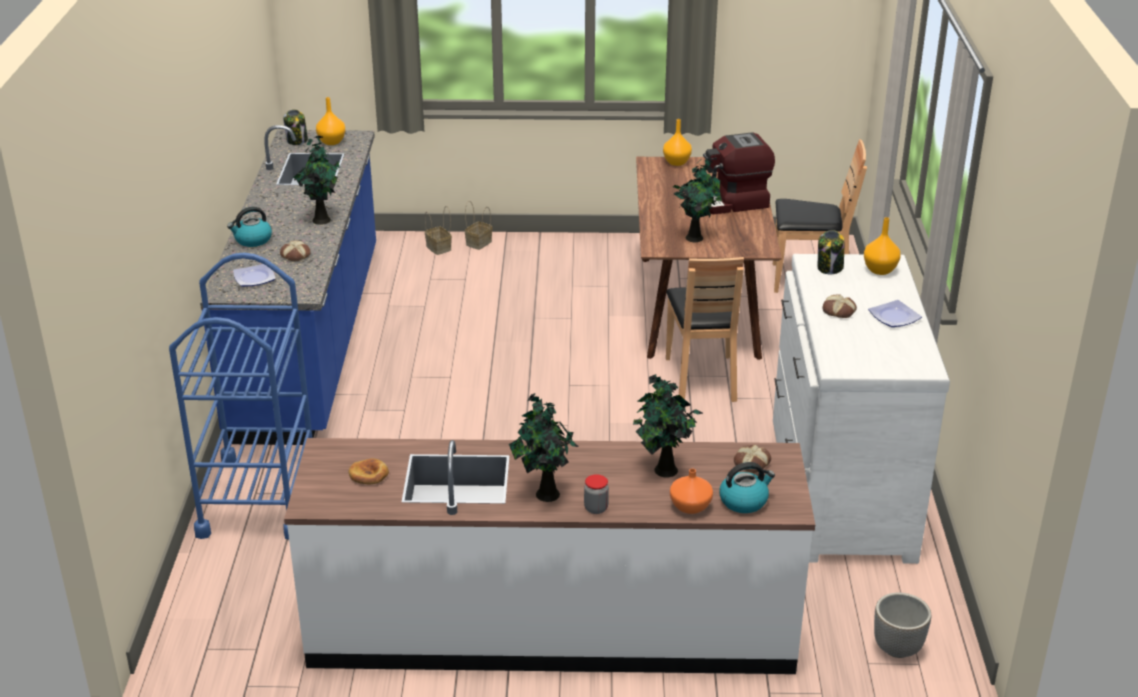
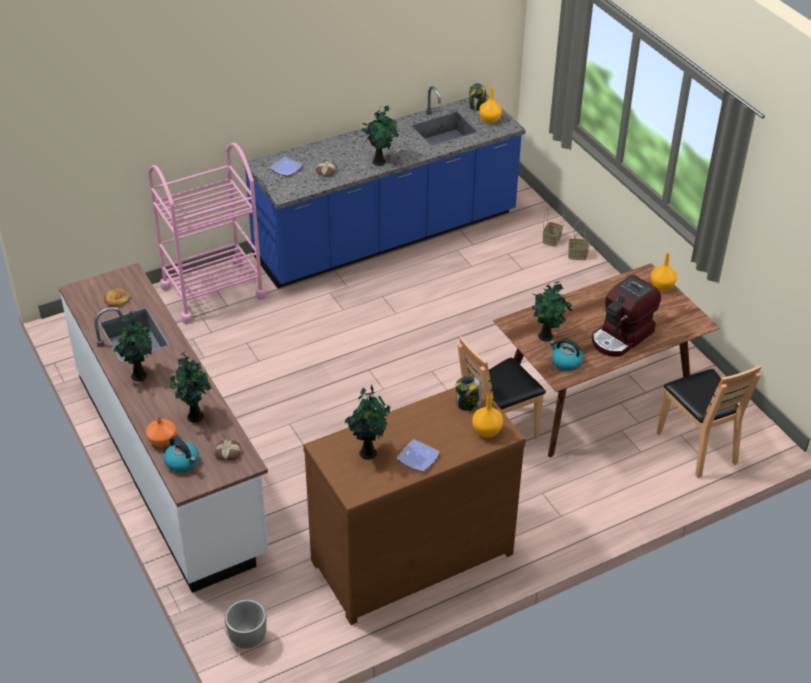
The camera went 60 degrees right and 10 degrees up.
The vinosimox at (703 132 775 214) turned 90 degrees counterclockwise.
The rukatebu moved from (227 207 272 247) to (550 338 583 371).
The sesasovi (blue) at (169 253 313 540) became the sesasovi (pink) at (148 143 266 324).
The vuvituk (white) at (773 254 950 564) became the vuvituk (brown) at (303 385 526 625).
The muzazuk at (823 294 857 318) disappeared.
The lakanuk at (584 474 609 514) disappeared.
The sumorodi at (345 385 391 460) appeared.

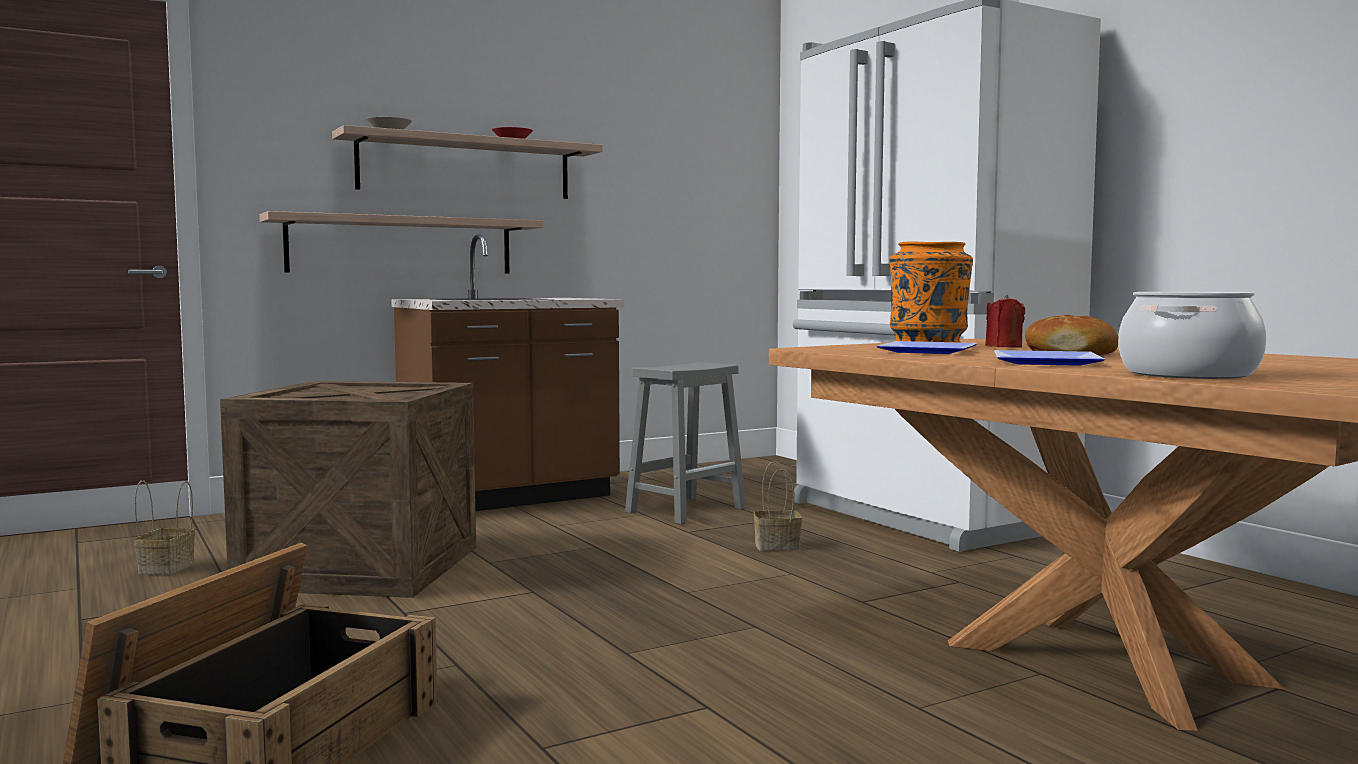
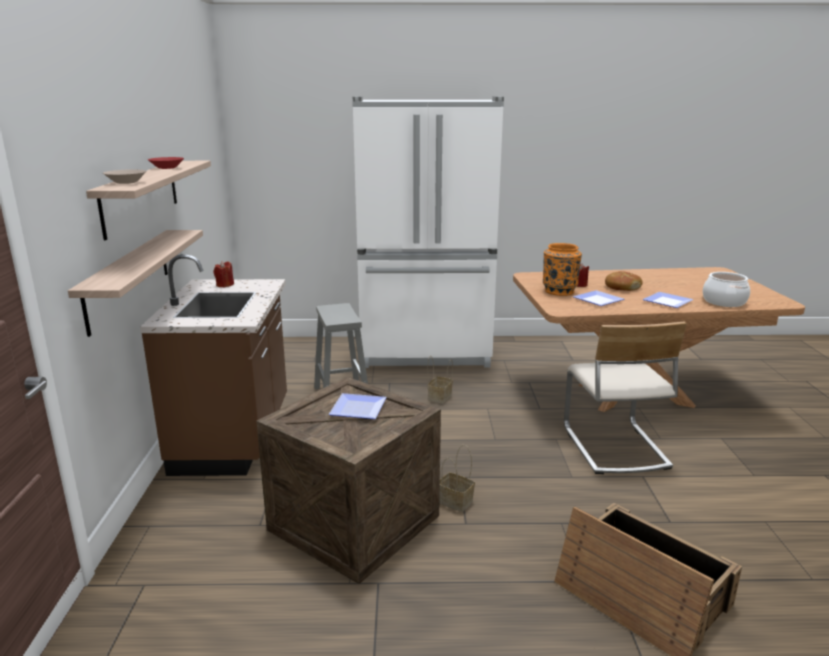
The camera went 60 degrees left and 15 degrees up.
The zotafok moved from (134 480 195 575) to (439 445 475 512).
The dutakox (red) at (214 261 234 287) appeared.
The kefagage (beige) at (564 322 687 474) appeared.
The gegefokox at (329 393 387 419) appeared.

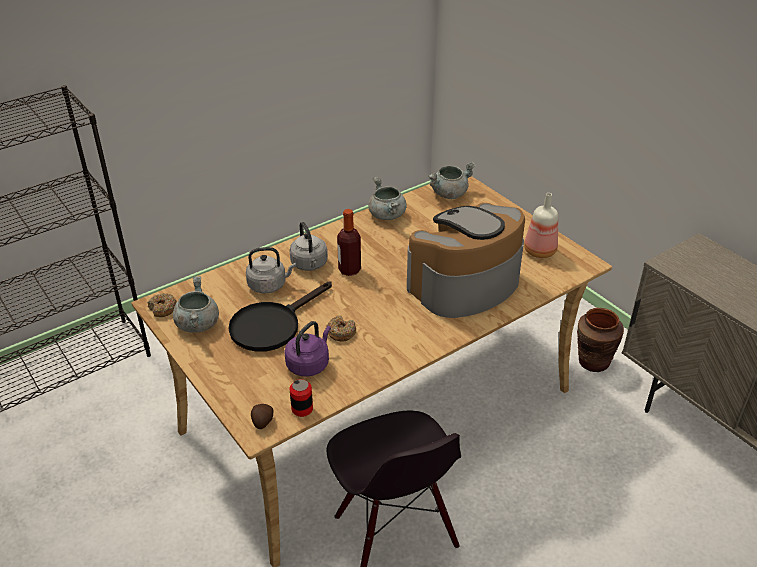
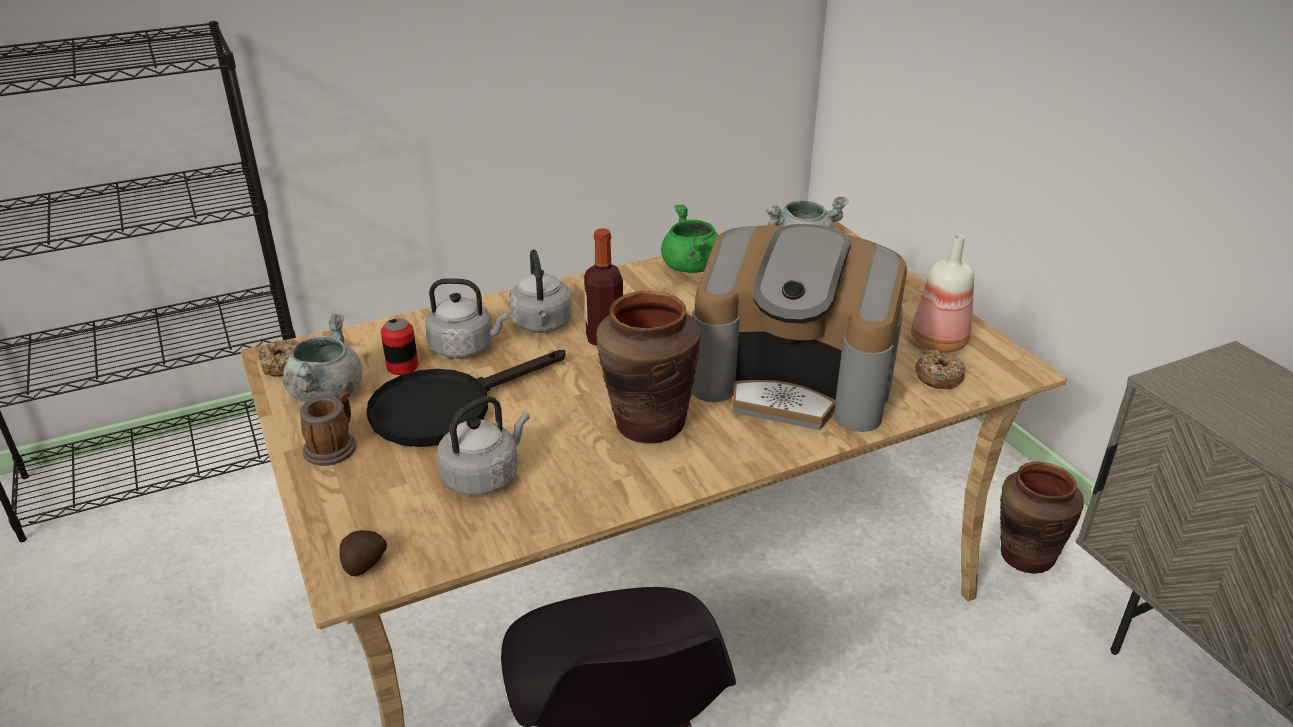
The camera went 10 degrees right and 5 degrees down.
The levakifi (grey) at (368 177 407 220) became the levakifi (green) at (661 204 719 273).
The vinosimox at (407 203 525 318) turned 135 degrees counterclockwise.
The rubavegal moved from (326 316 356 341) to (915 350 965 389).
The rukatebu (purple) at (284 321 331 377) became the rukatebu (grey) at (437 396 529 495).
The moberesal moved from (290 379 313 417) to (381 319 418 375).
The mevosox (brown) at (597 291 701 443) appeared.
The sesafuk at (300 392 356 466) appeared.

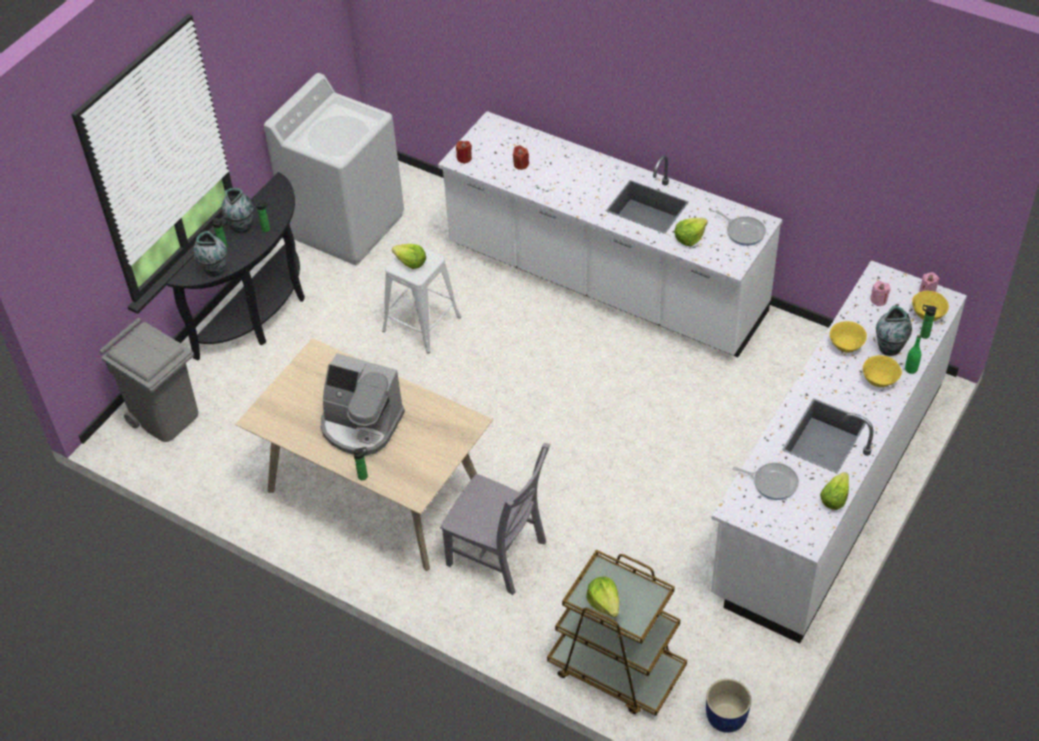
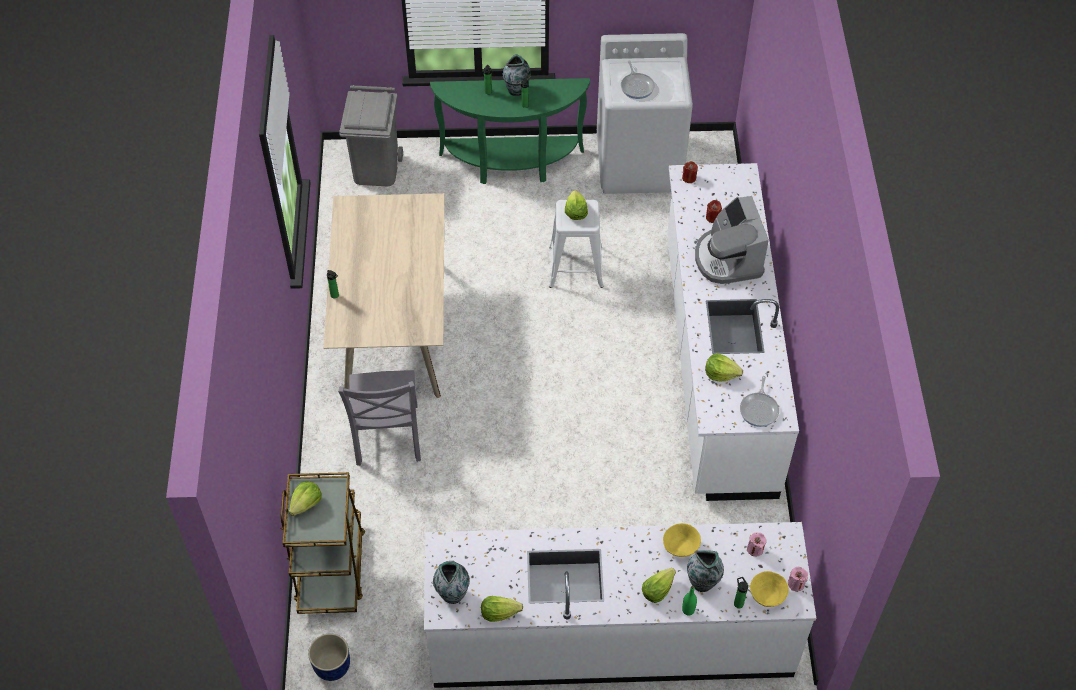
The camera went 55 degrees right and 5 degrees up.
The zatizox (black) at (167 172 305 360) became the zatizox (green) at (430 78 590 184).
The mevosox moved from (194 231 227 277) to (433 561 470 604).
The vinosimox moved from (321 353 405 456) to (695 196 769 284).
The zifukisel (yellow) at (863 355 902 387) was replaced by the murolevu at (642 568 676 603).
The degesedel moved from (733 463 799 500) to (621 60 655 99).

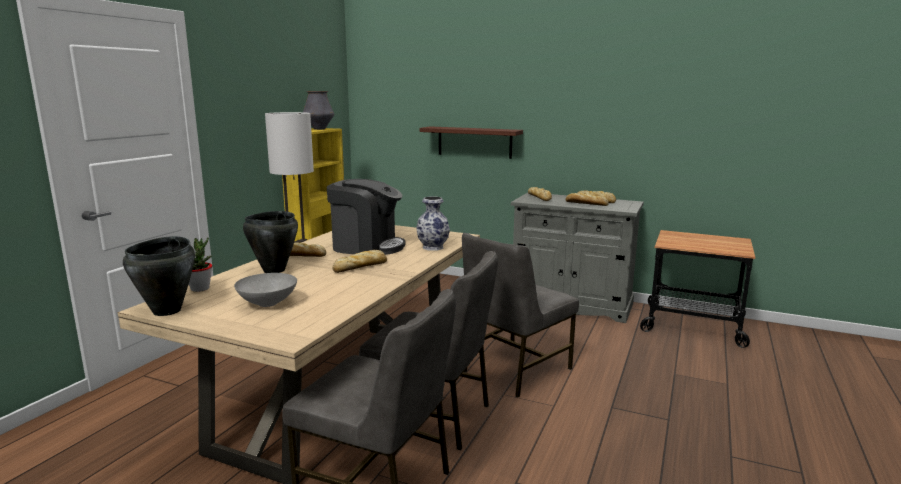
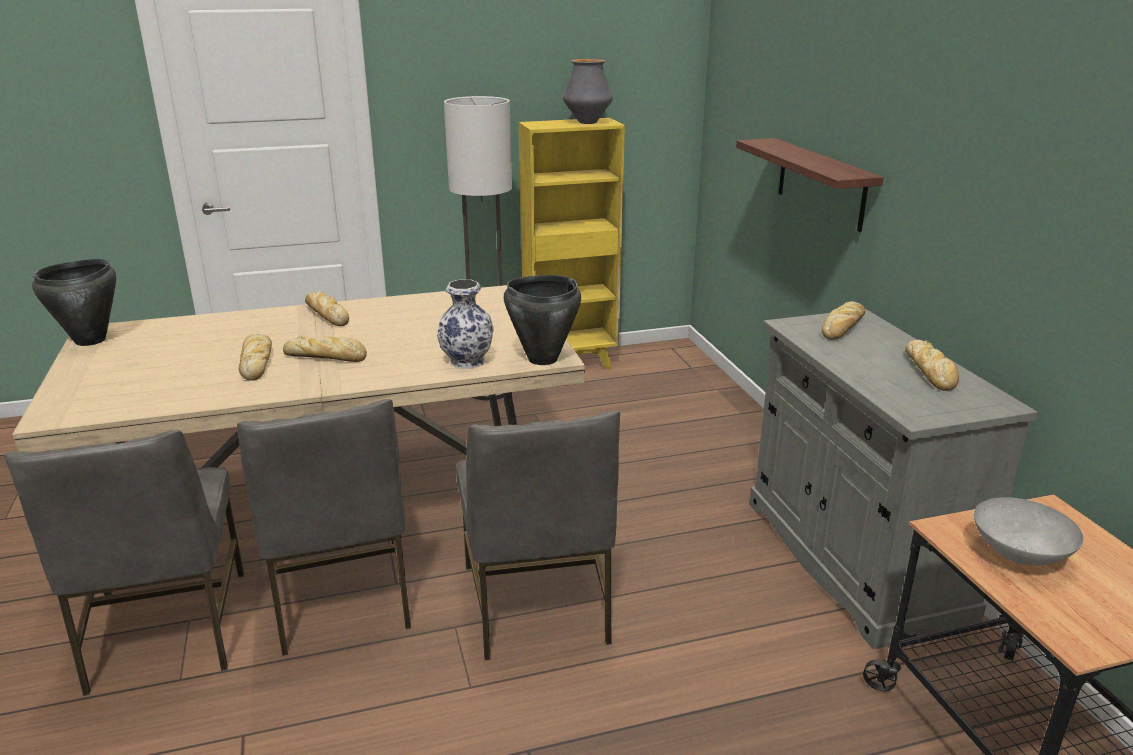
The camera went 50 degrees right and 10 degrees up.
The vinosimox at (327 179 405 255) disappeared.
The muzazuk moved from (566 193 609 206) to (239 334 272 381).
The levakifi (black) moved from (243 211 298 273) to (504 275 581 365).
The kefagage (grey) at (462 233 579 398) turned 105 degrees counterclockwise.
The sumorodi at (189 238 212 292) disappeared.
The zifukisel (grey) moved from (234 273 297 307) to (974 497 1084 566).

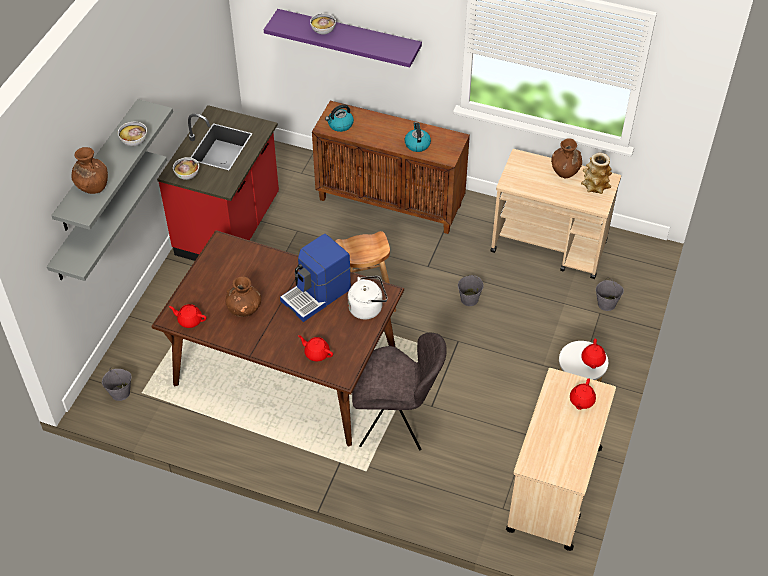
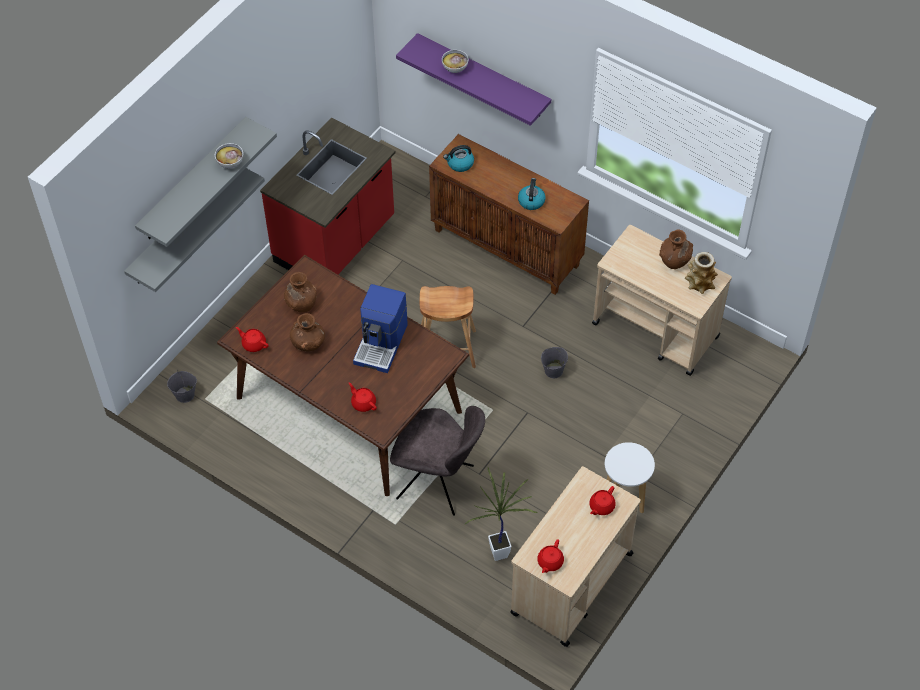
The camera went 15 degrees right and 5 degrees up.
The mevosox (brown) moved from (71 147 108 194) to (284 272 317 313).
The zifukisel at (173 157 199 180) disappeared.
The vinosimox at (280 234 351 322) turned 45 degrees counterclockwise.
The rukatebu (white) at (348 276 388 319) disappeared.
The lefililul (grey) at (596 278 624 311) disappeared.
The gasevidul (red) moved from (581 339 606 369) to (537 539 564 573).
The sumorodi at (465 467 538 561) appeared.

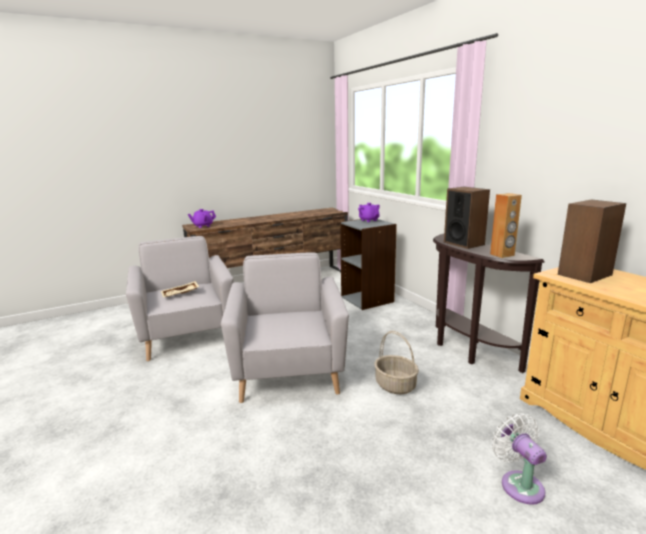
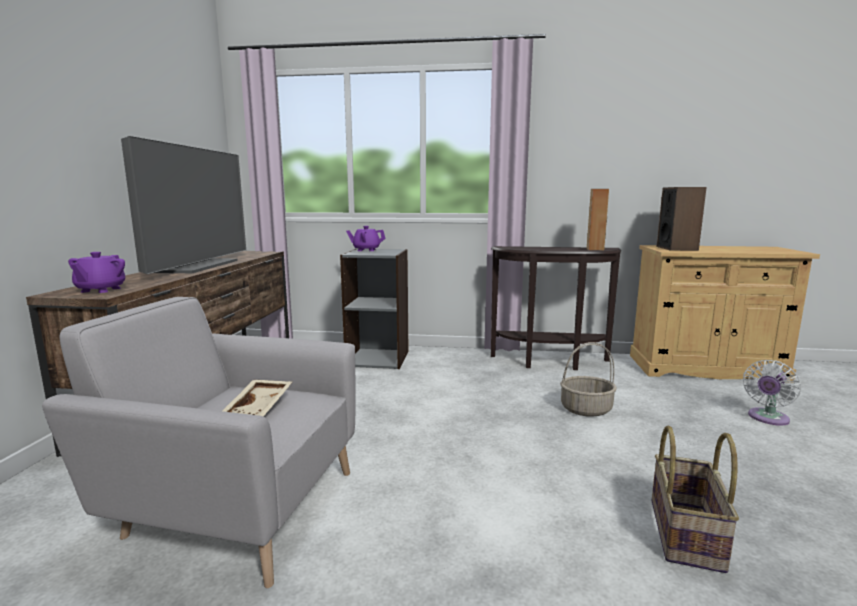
The camera went 55 degrees left and 5 degrees down.
The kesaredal at (444 187 490 249) disappeared.
The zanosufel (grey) at (221 252 349 403) disappeared.
The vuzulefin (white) at (491 413 547 505) turned 60 degrees counterclockwise.
The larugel at (121 136 246 274) appeared.
The zotafok at (651 426 739 573) appeared.

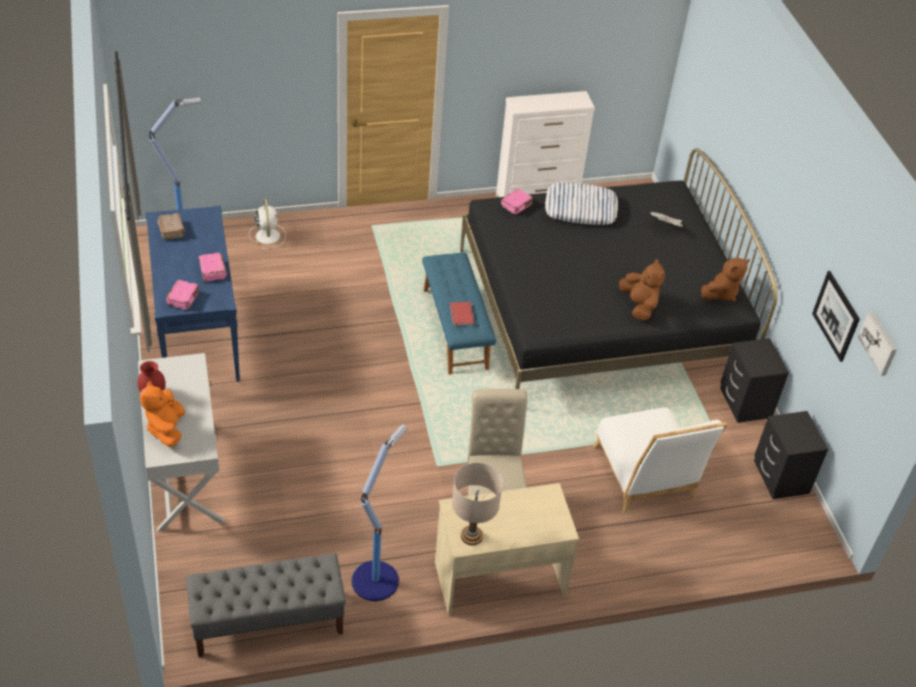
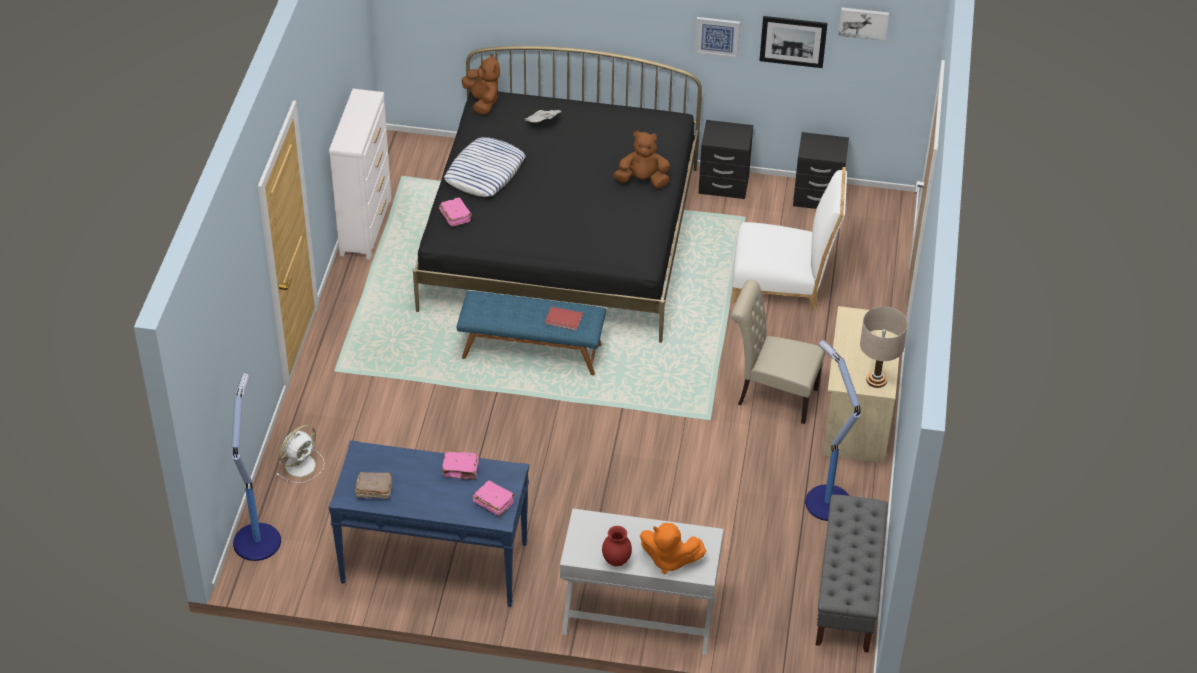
The camera went 65 degrees left and 0 degrees up.
The vuzulefin (white) at (249 199 286 249) turned 120 degrees clockwise.
The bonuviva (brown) moved from (701 257 750 302) to (462 54 500 115).
The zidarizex at (695 17 740 58) appeared.

